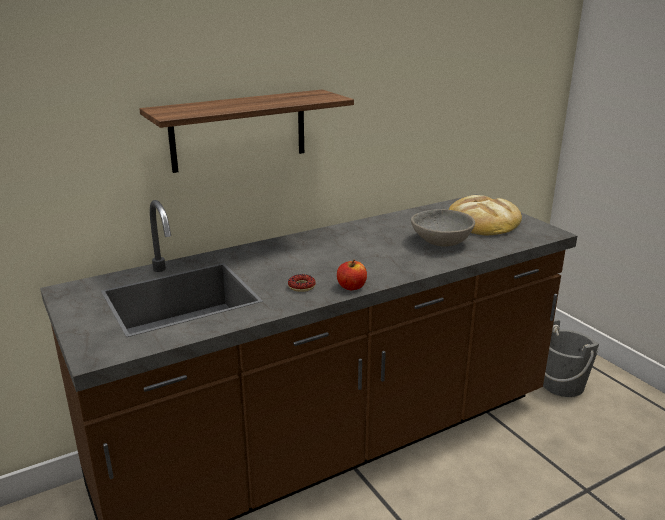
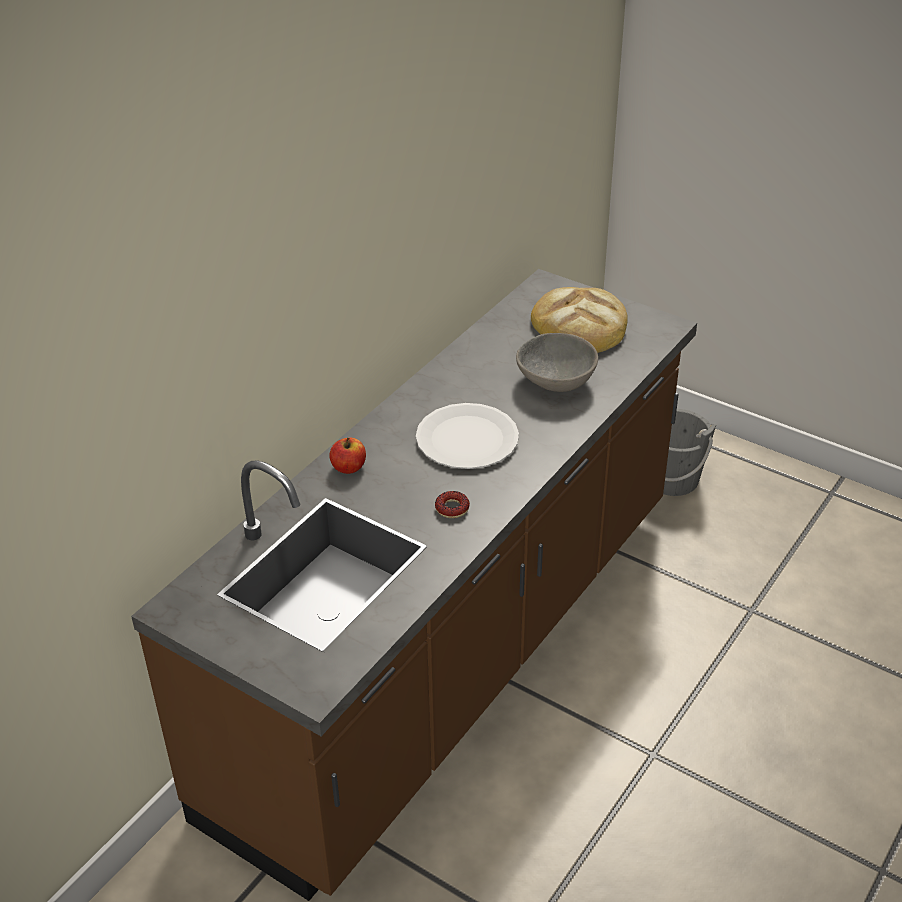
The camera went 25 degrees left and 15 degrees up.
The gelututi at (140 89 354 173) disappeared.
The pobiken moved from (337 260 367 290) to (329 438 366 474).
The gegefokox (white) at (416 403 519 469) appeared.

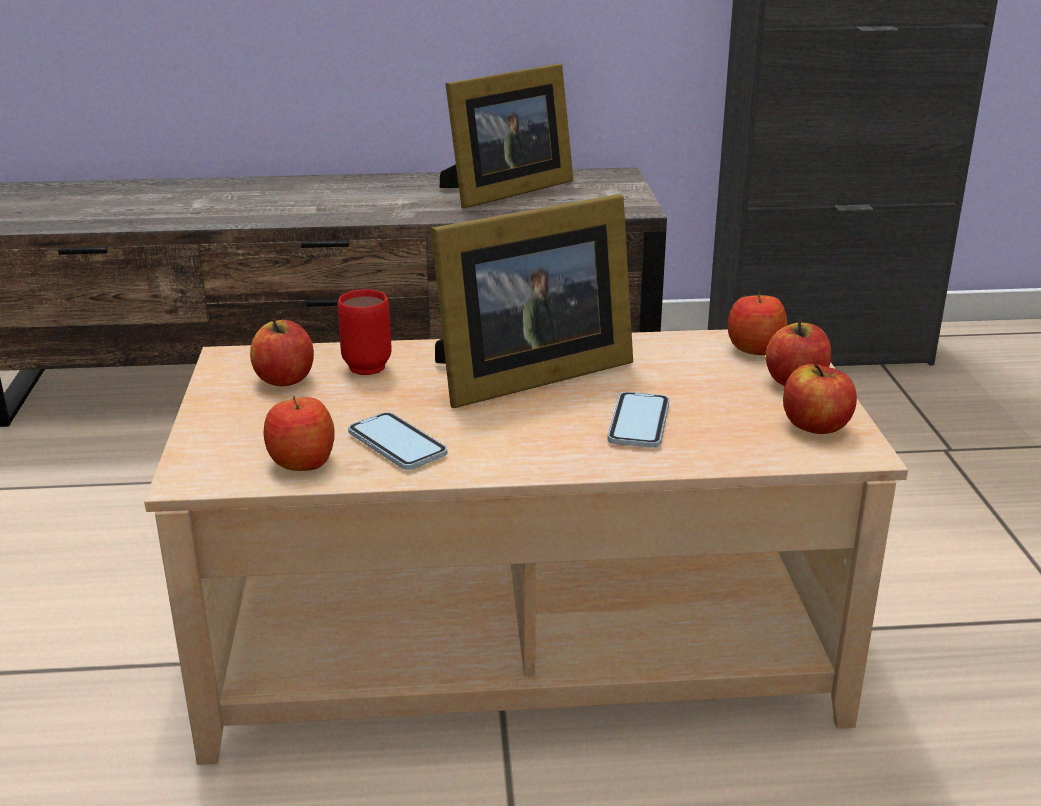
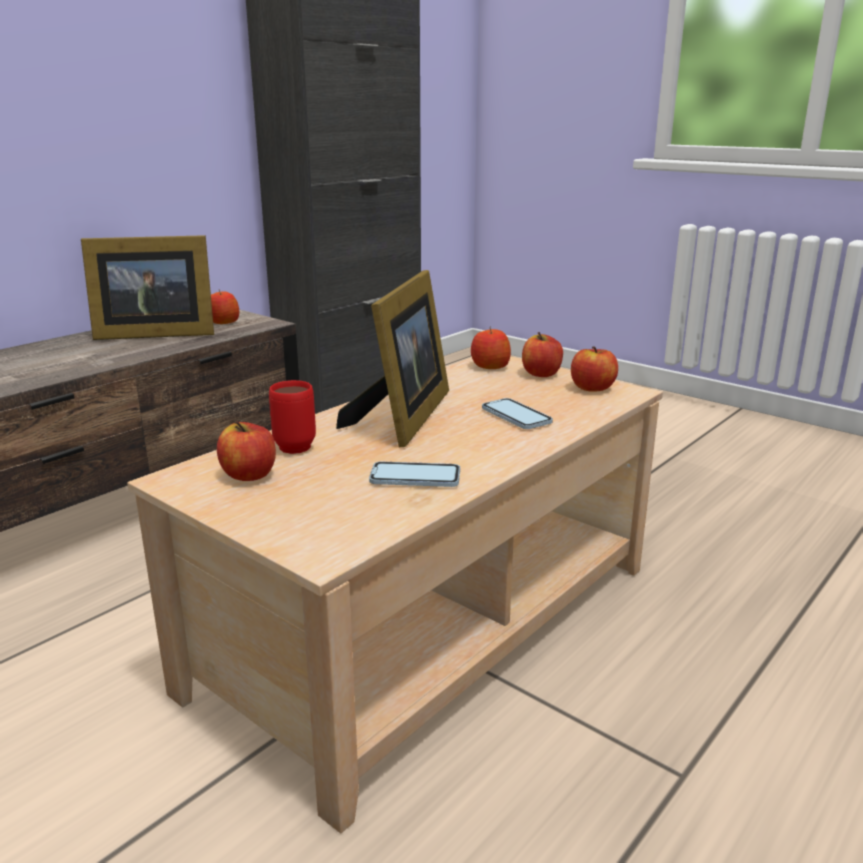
The camera went 45 degrees left and 5 degrees down.
The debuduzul at (440 63 573 208) turned 75 degrees clockwise.
The pobiken moved from (263 396 335 471) to (211 289 239 324).

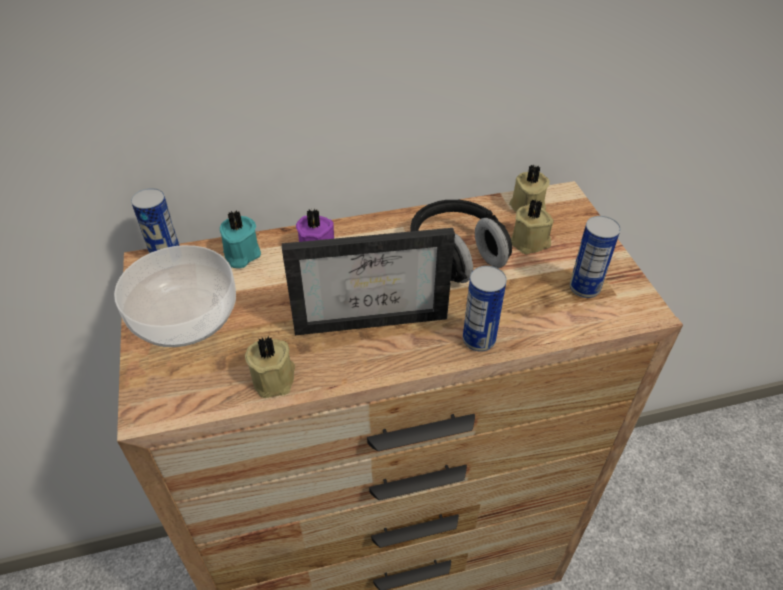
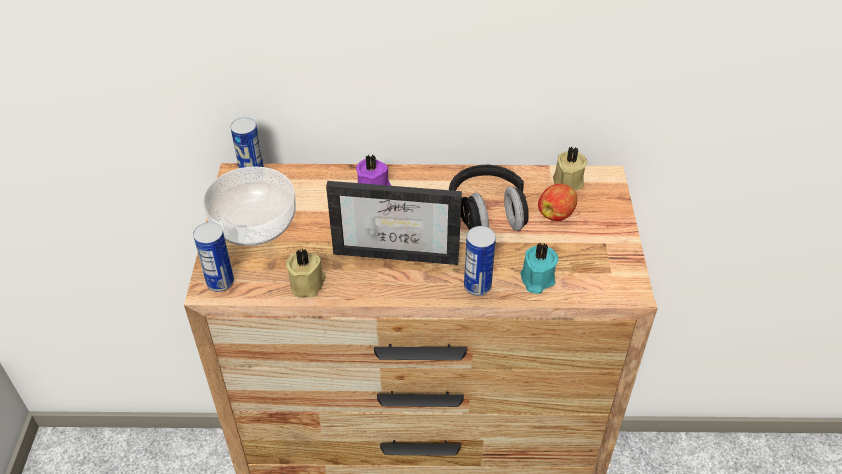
The camera went 15 degrees right and 0 degrees up.
The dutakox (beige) at (511 199 553 255) was replaced by the pobiken at (538 184 577 221).
The dutakox (turquoise) moved from (220 211 261 268) to (520 242 559 294).
The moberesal moved from (570 216 620 298) to (193 222 234 292).

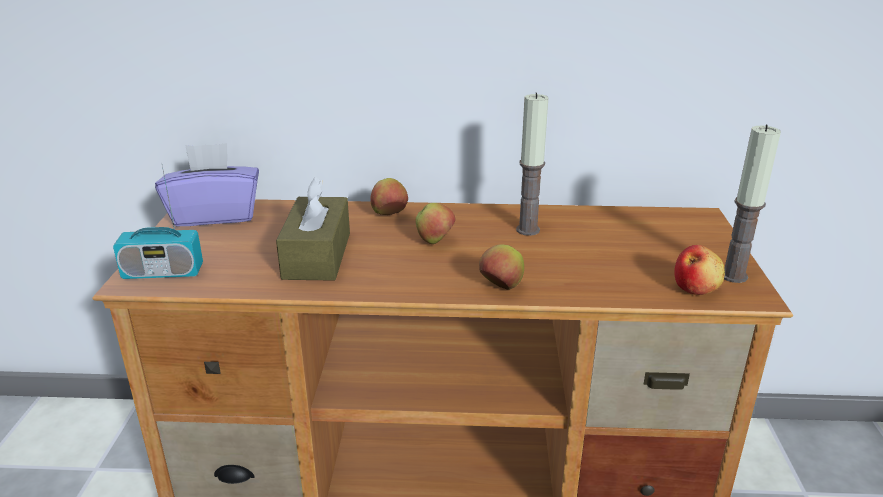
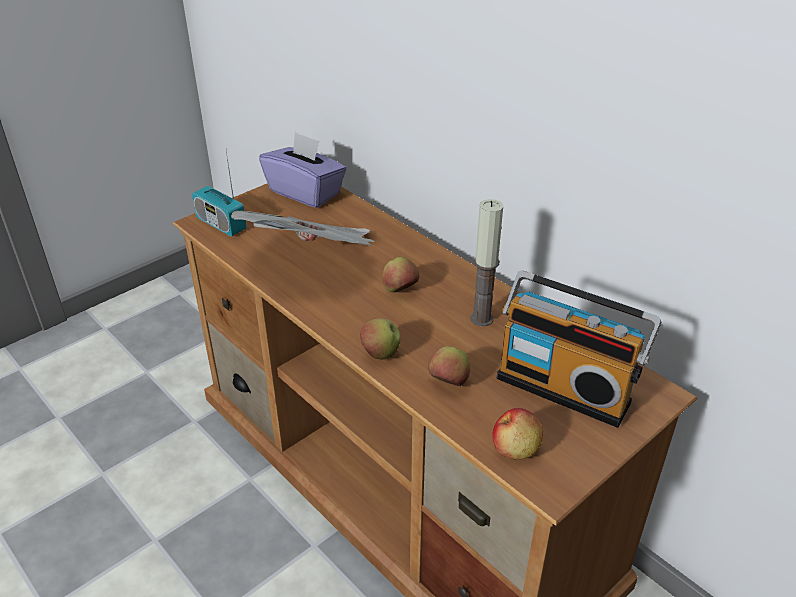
The camera went 45 degrees right and 10 degrees up.
The dutakox at (724 124 781 283) disappeared.
The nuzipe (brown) at (276 177 350 281) was replaced by the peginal at (231 211 374 246).
The pobiken moved from (370 178 408 215) to (428 346 470 386).
The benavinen at (497 271 661 428) appeared.

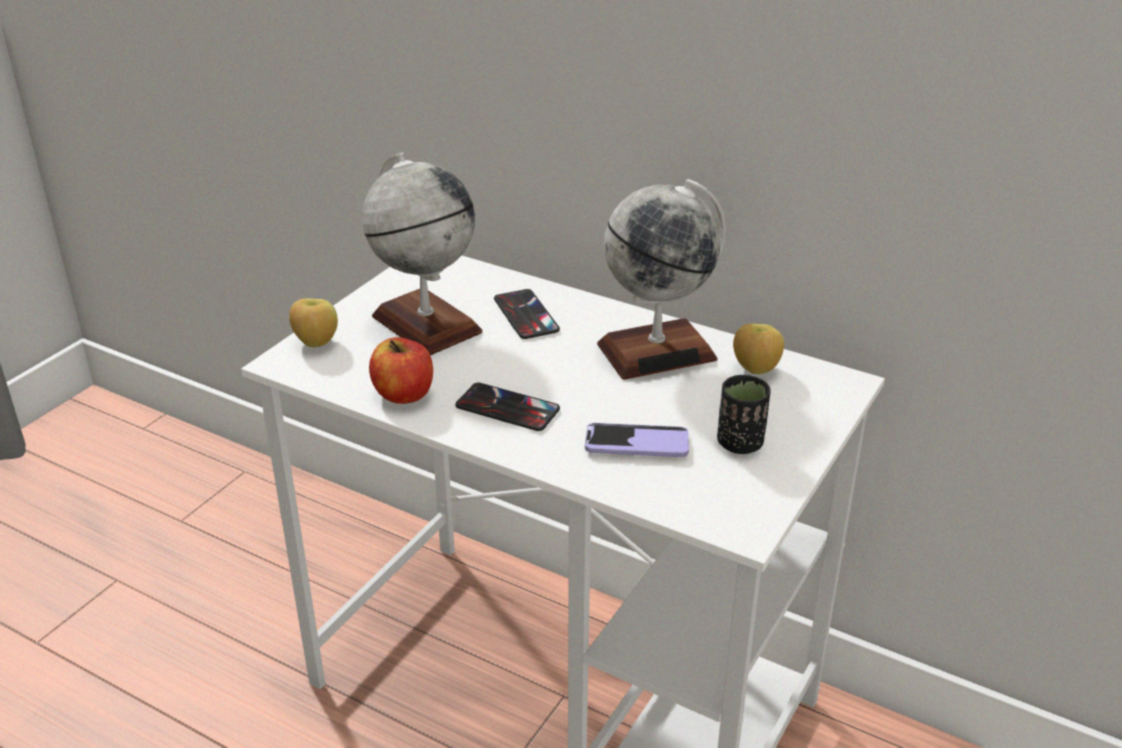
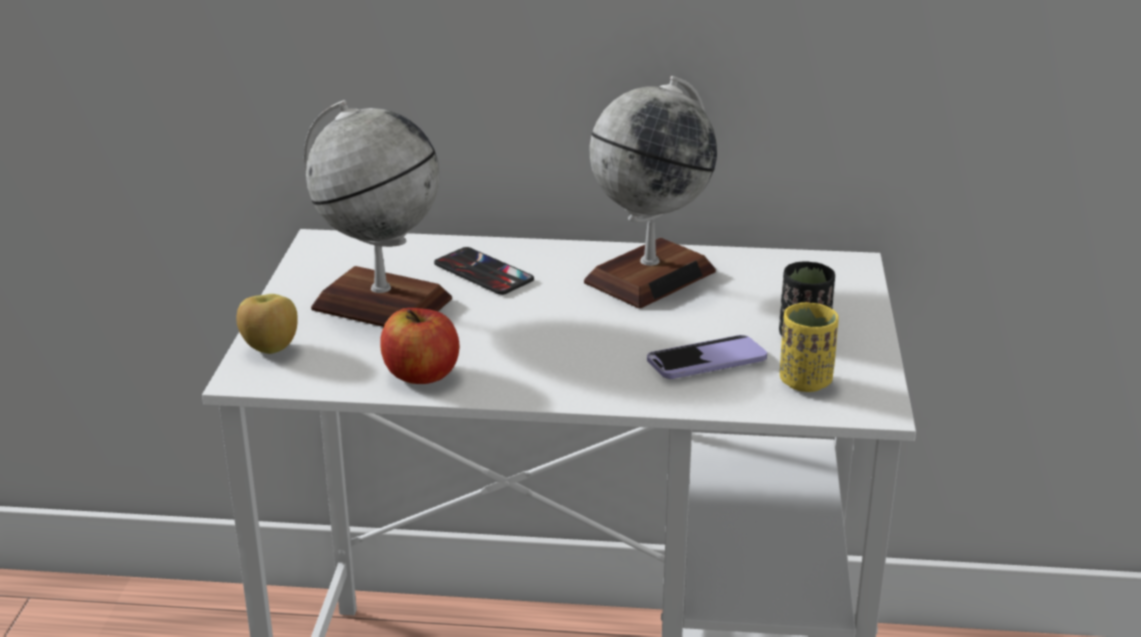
The camera went 25 degrees left and 5 degrees down.
The pobiken at (733 324 784 374) disappeared.
The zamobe at (455 383 560 431) disappeared.
The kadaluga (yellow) at (780 302 839 392) appeared.

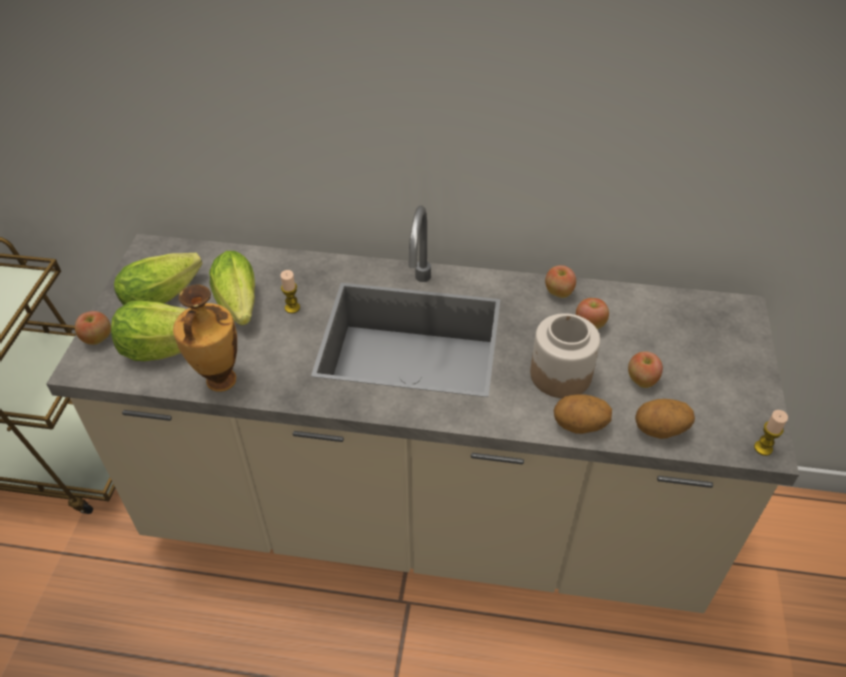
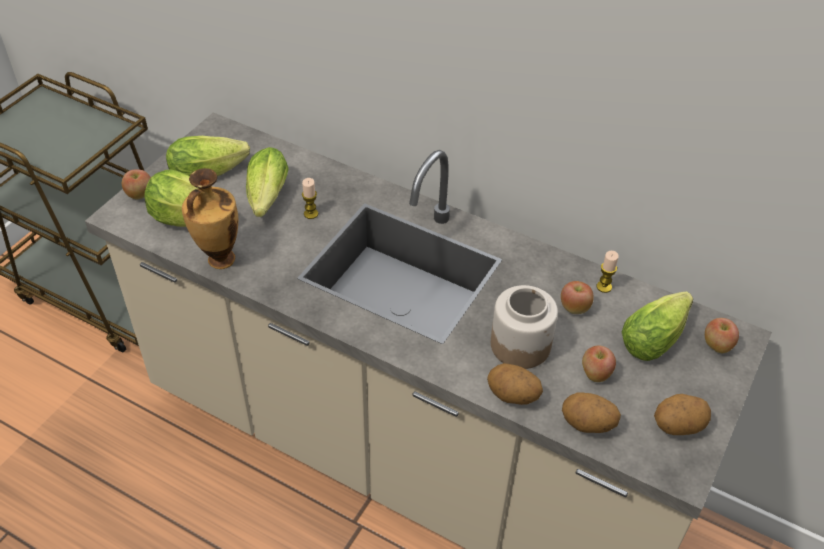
The camera went 20 degrees right and 0 degrees up.
The pobiken moved from (545 265 576 298) to (705 318 739 353).
The dutakox moved from (754 410 788 456) to (597 251 619 293).
The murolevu at (622 291 693 361) appeared.
The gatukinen at (654 394 711 435) appeared.

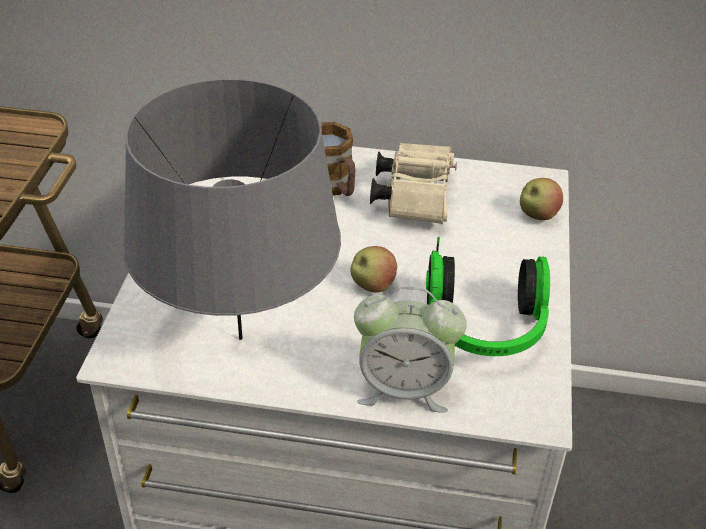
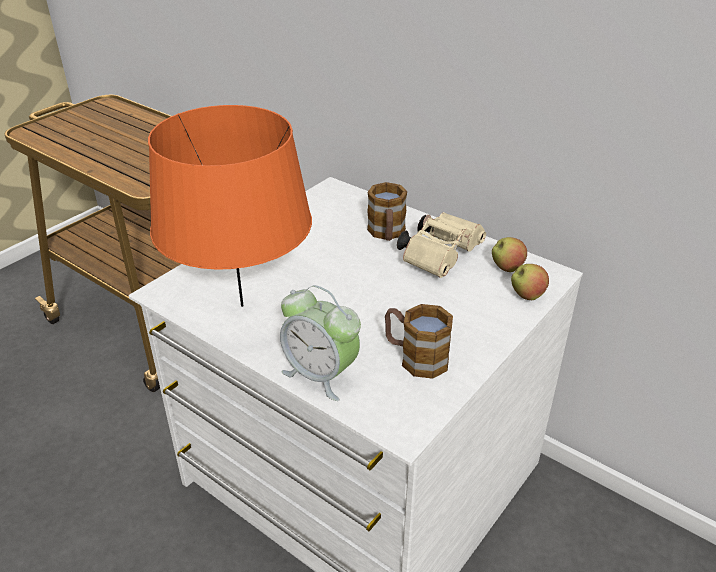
The camera went 30 degrees right and 5 degrees down.
The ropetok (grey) at (123 79 341 340) became the ropetok (orange) at (148 105 312 307).
The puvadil at (426 237 550 356) was replaced by the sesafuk at (385 304 453 379).
The pobiken moved from (351 246 397 292) to (492 237 527 272).

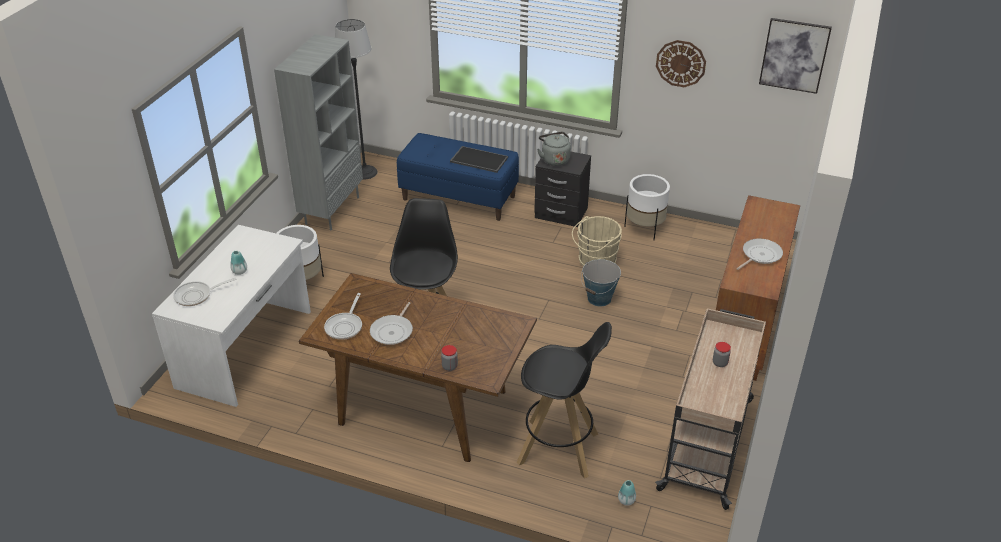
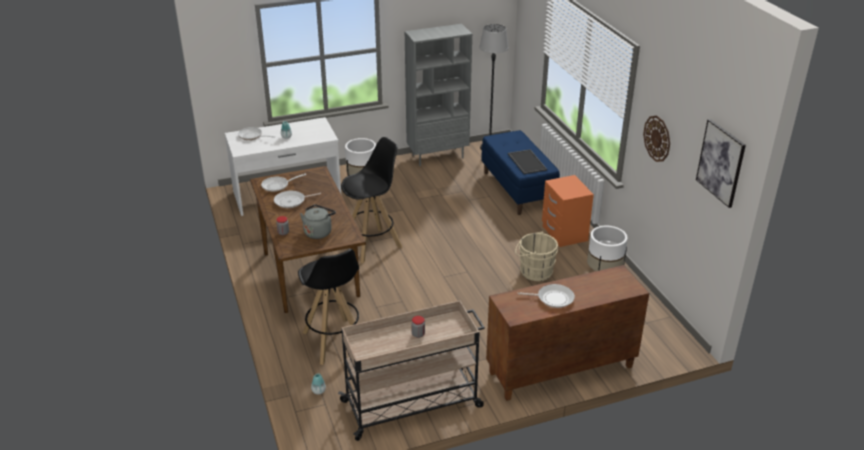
The camera went 50 degrees right and 5 degrees down.
The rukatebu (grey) moved from (537 132 571 166) to (300 204 336 239).
The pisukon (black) at (534 152 591 227) became the pisukon (orange) at (542 175 594 247).
The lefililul at (581 259 621 307) disappeared.

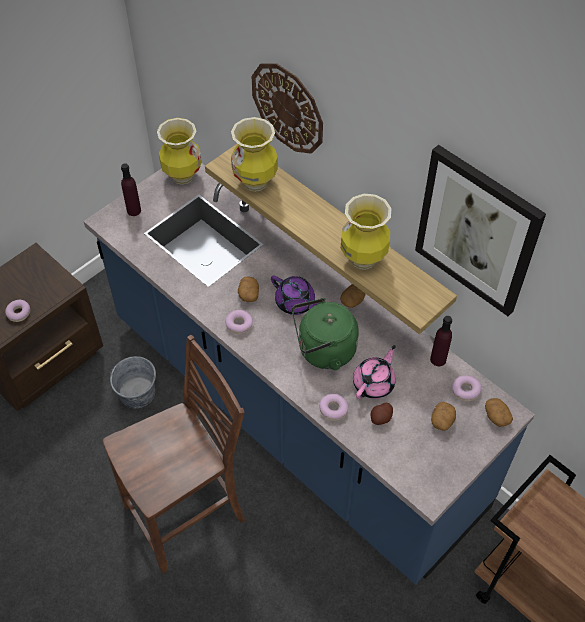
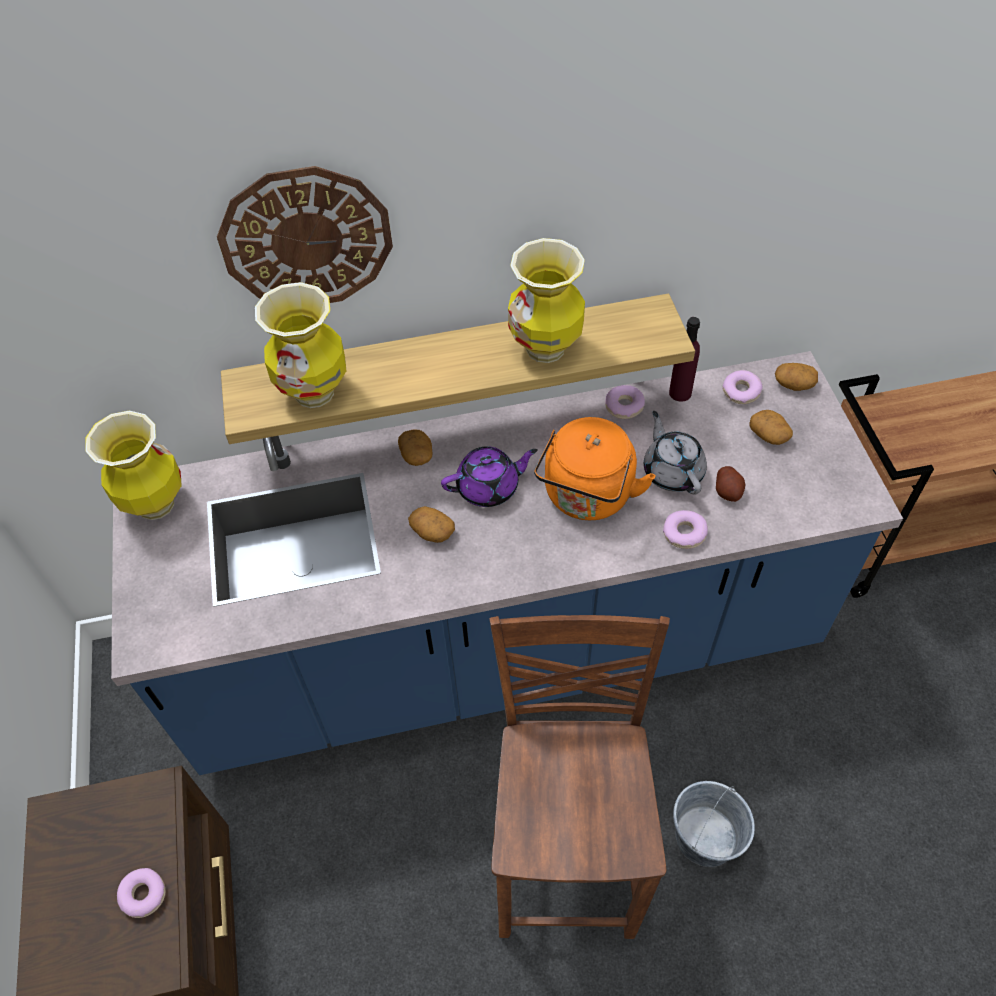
The camera went 55 degrees left and 0 degrees up.
The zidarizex at (415 145 546 316) disappeared.
The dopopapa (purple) at (121 163 141 216) disappeared.
The gatukinen moved from (340 284 365 308) to (398 429 433 466).
The rukatebu (green) at (292 298 359 370) became the rukatebu (orange) at (534 417 656 520).
The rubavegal moved from (225 310 253 334) to (605 385 645 419).
The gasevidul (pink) at (353 345 396 399) became the gasevidul (grey) at (644 411 707 494).
The lefililul (grey) moved from (110 356 156 408) to (673 781 755 867).

